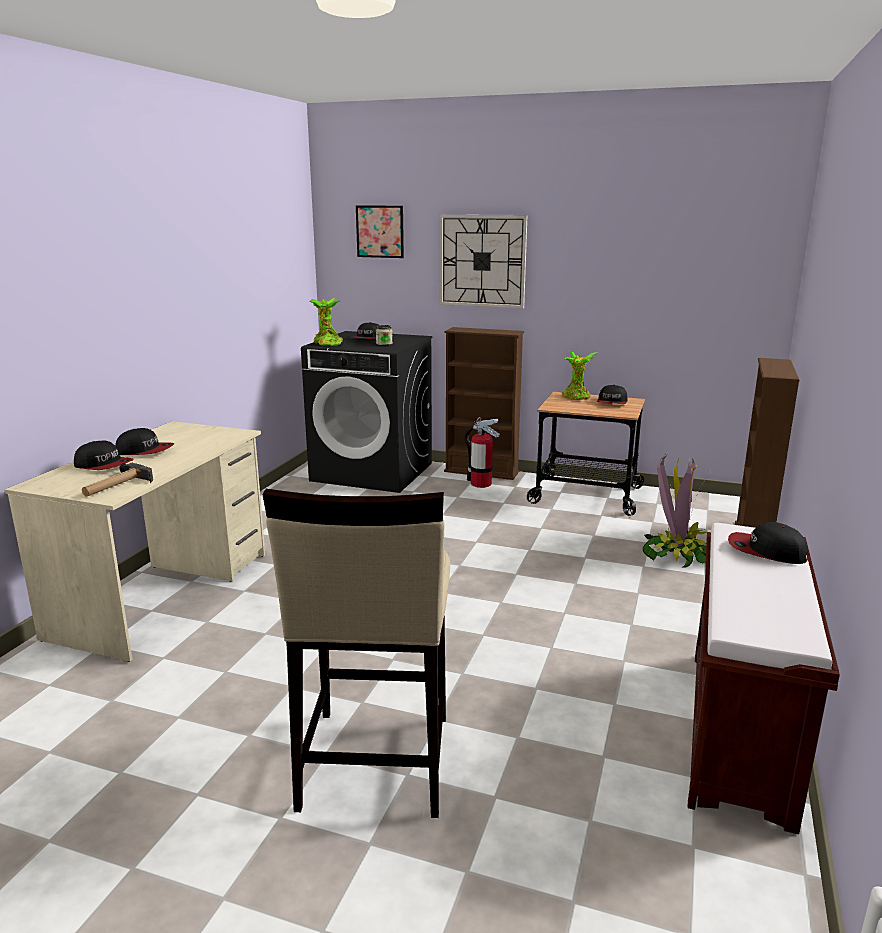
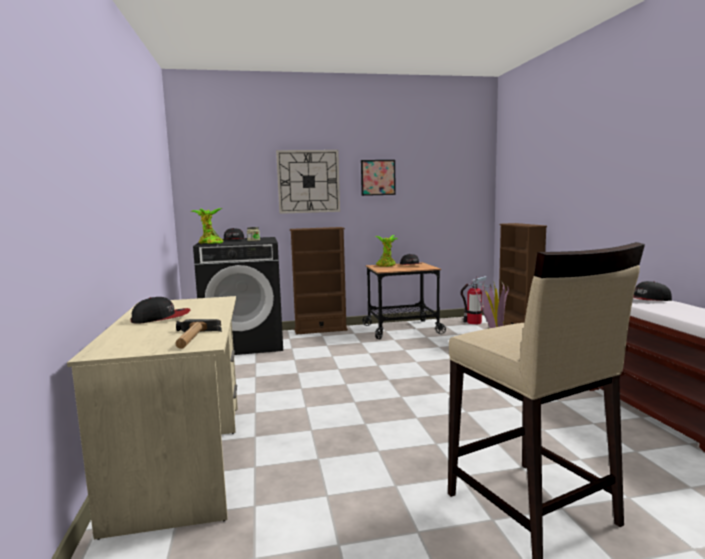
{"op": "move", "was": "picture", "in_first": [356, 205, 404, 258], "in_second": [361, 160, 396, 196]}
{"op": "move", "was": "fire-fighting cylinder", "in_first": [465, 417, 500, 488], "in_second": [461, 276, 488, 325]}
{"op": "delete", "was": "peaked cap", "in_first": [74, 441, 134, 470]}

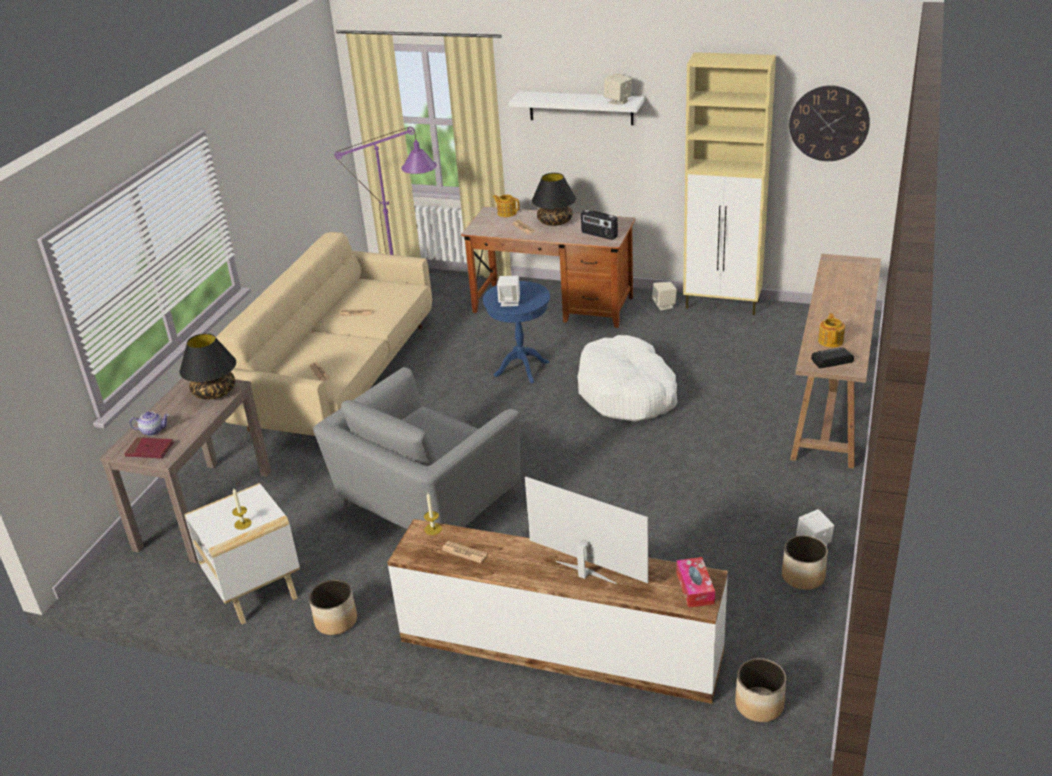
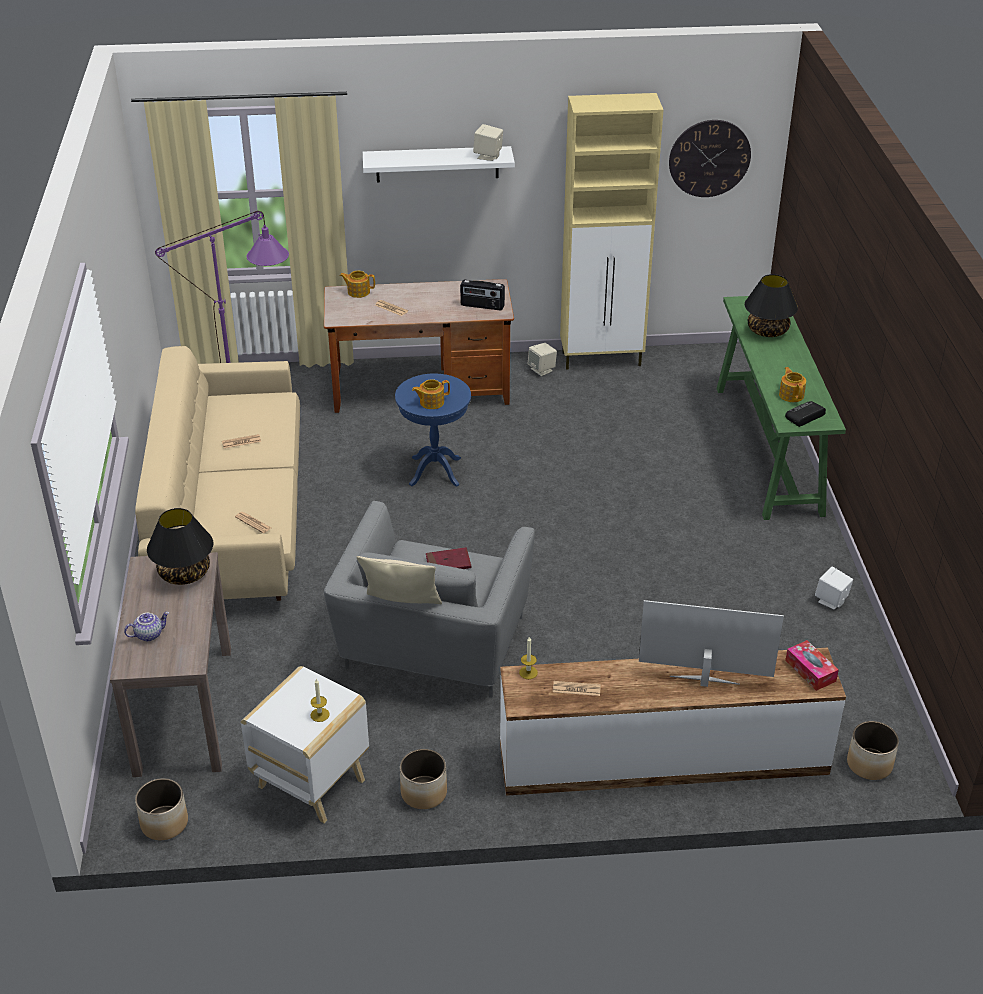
{"op": "move", "was": "table lamp/blackish", "in_first": [532, 173, 576, 226], "in_second": [744, 274, 798, 337]}
{"op": "recolor", "was": "narrow table/brown", "now": "narrow table/greenish", "in_first": [790, 254, 881, 469], "in_second": [717, 296, 846, 520]}
{"op": "replace", "was": "loudspeaker/whitish", "now": "teapot", "in_first": [497, 276, 520, 307], "in_second": [412, 379, 450, 409]}
{"op": "delete", "was": "dog cushion/whitish", "in_first": [577, 335, 677, 422]}
{"op": "move", "was": "volume/red-coloured", "in_first": [125, 437, 174, 458], "in_second": [426, 547, 471, 569]}
{"op": "move", "was": "plant pot", "in_first": [782, 535, 828, 590], "in_second": [135, 778, 188, 840]}
{"op": "insert", "now": "cushion/beige-coloured", "in_second": [357, 556, 442, 604]}

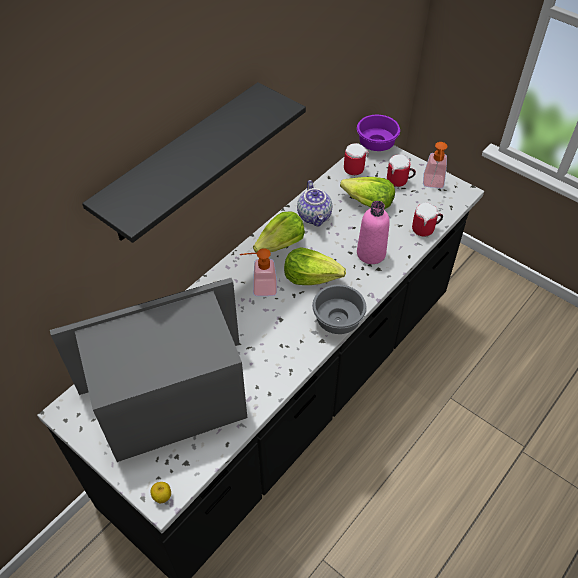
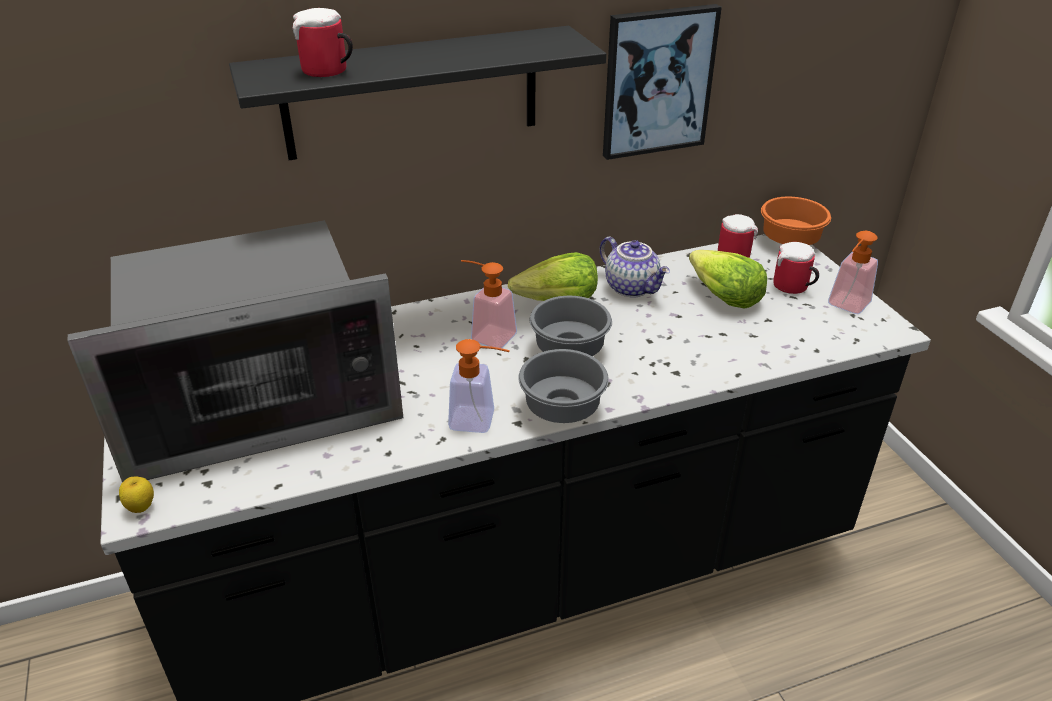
{"op": "recolor", "was": "serving bowl/purplish", "now": "serving bowl/orangey", "in_first": [357, 115, 400, 151], "in_second": [761, 197, 831, 245]}
{"op": "rotate", "was": "teapot", "in_first": [297, 180, 332, 226], "in_second": [600, 236, 670, 297], "clockwise": -60}
{"op": "delete", "was": "drink bottle/pink", "in_first": [357, 201, 390, 264]}
{"op": "move", "was": "coffee mug", "in_first": [412, 202, 443, 236], "in_second": [293, 8, 353, 77]}
{"op": "replace", "was": "lettuce", "now": "serving bowl/grey", "in_first": [284, 247, 346, 285], "in_second": [530, 296, 612, 356]}
{"op": "rotate", "was": "microwave oven", "in_first": [50, 278, 247, 462], "in_second": [67, 220, 403, 482], "clockwise": 150}
{"op": "insert", "now": "picture", "in_second": [603, 4, 722, 160]}
{"op": "insert", "now": "soap bottle", "in_second": [448, 339, 510, 433]}

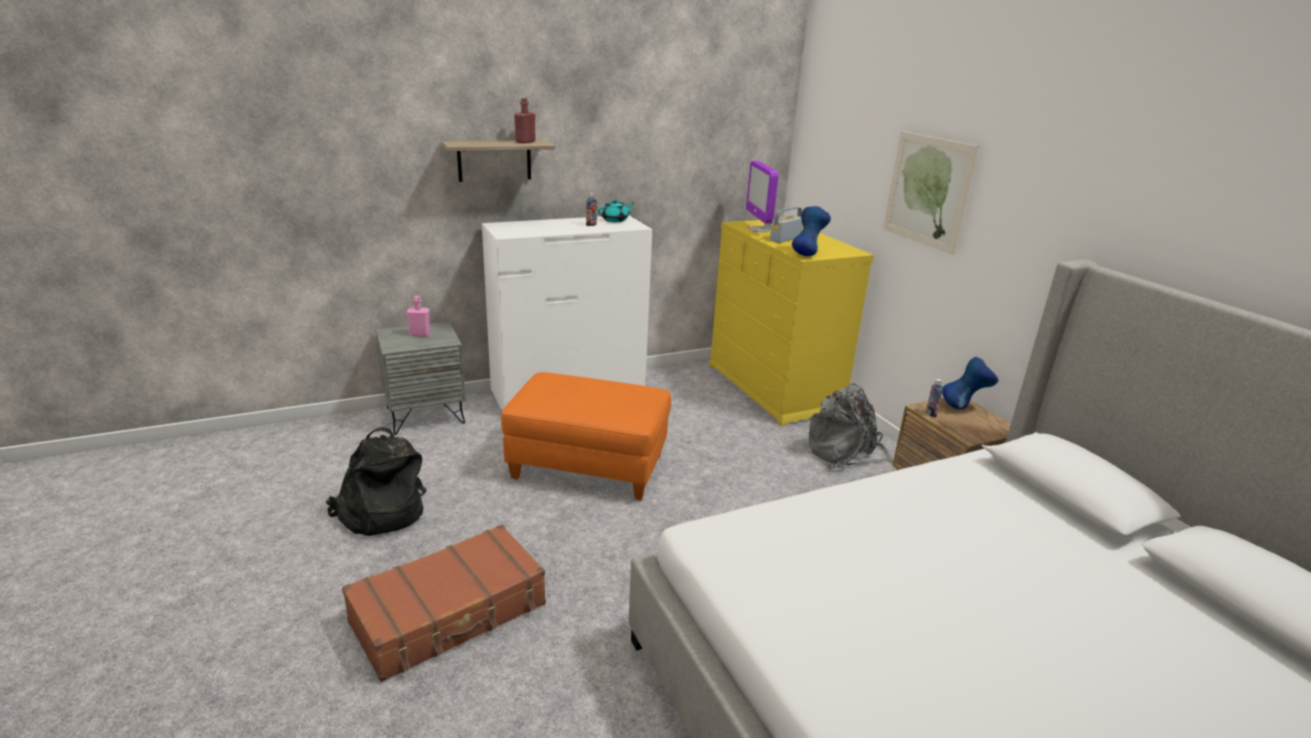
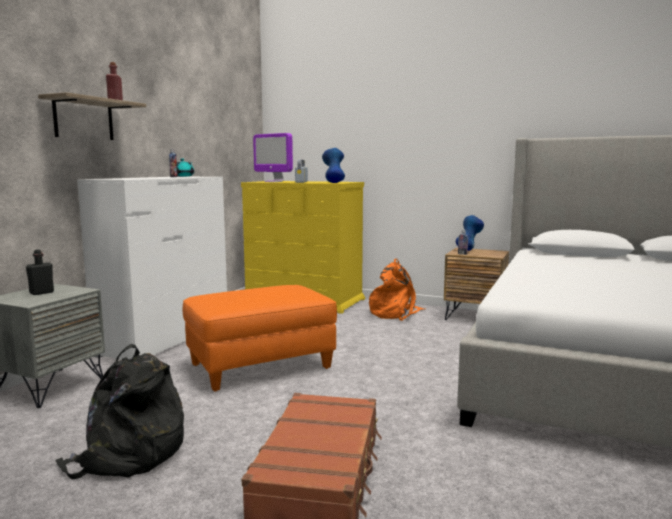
{"op": "delete", "was": "picture", "in_first": [883, 131, 979, 255]}
{"op": "recolor", "was": "drink bottle/pink", "now": "drink bottle/blackish", "in_first": [407, 296, 431, 337], "in_second": [26, 249, 54, 295]}
{"op": "recolor", "was": "rucksack/grey", "now": "rucksack/orangey", "in_first": [809, 383, 894, 469], "in_second": [369, 258, 425, 321]}

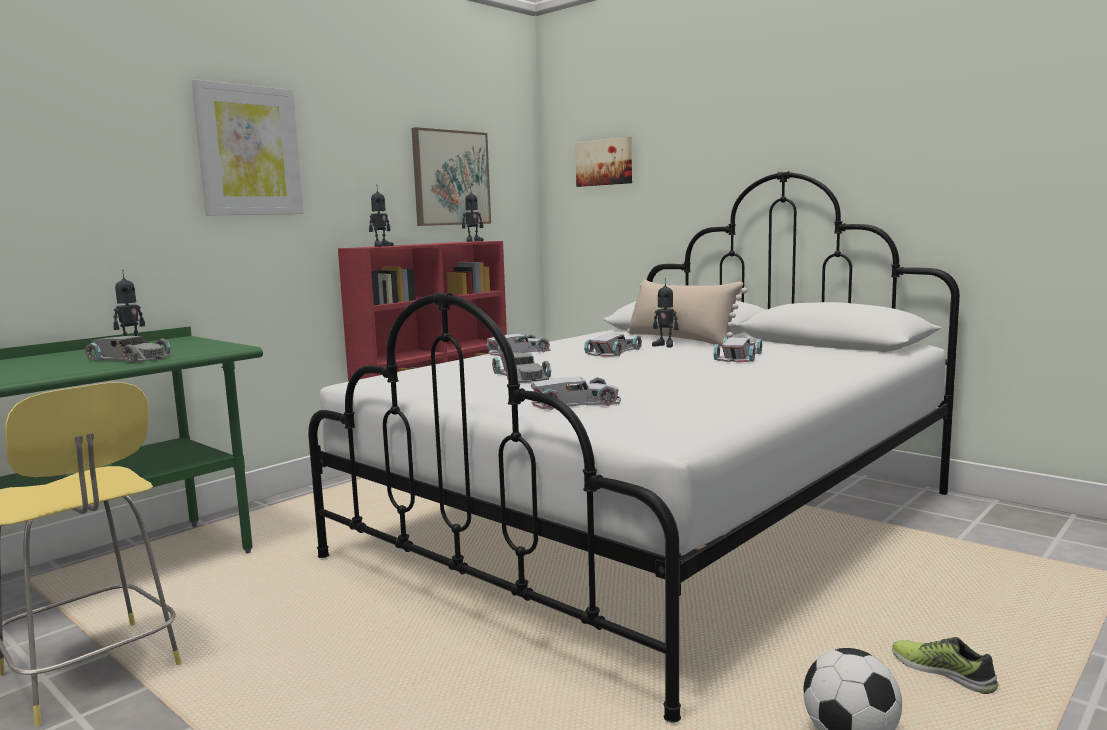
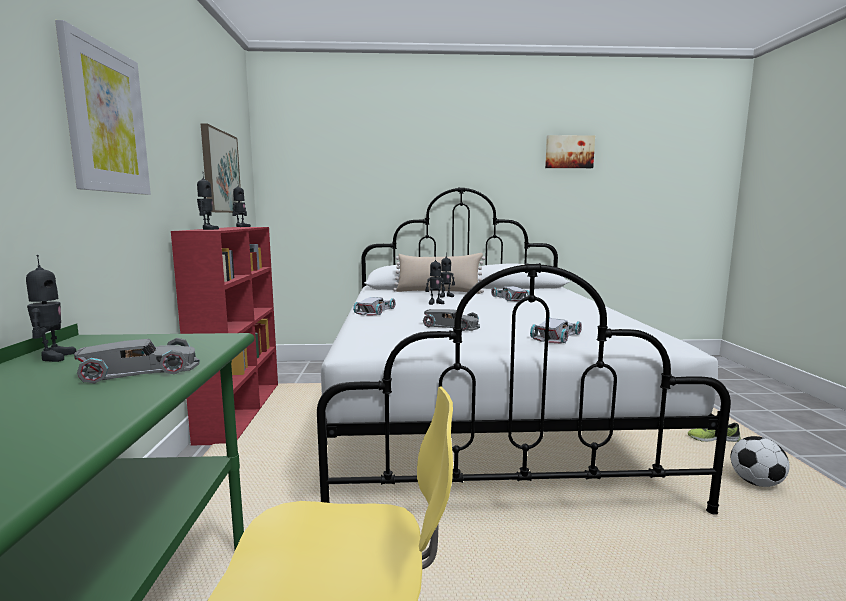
{"op": "move", "was": "picture", "in_first": [575, 137, 632, 187], "in_second": [545, 135, 595, 168]}
{"op": "replace", "was": "toy car/whitish", "now": "robot figure", "in_first": [584, 333, 642, 357], "in_second": [426, 255, 445, 305]}

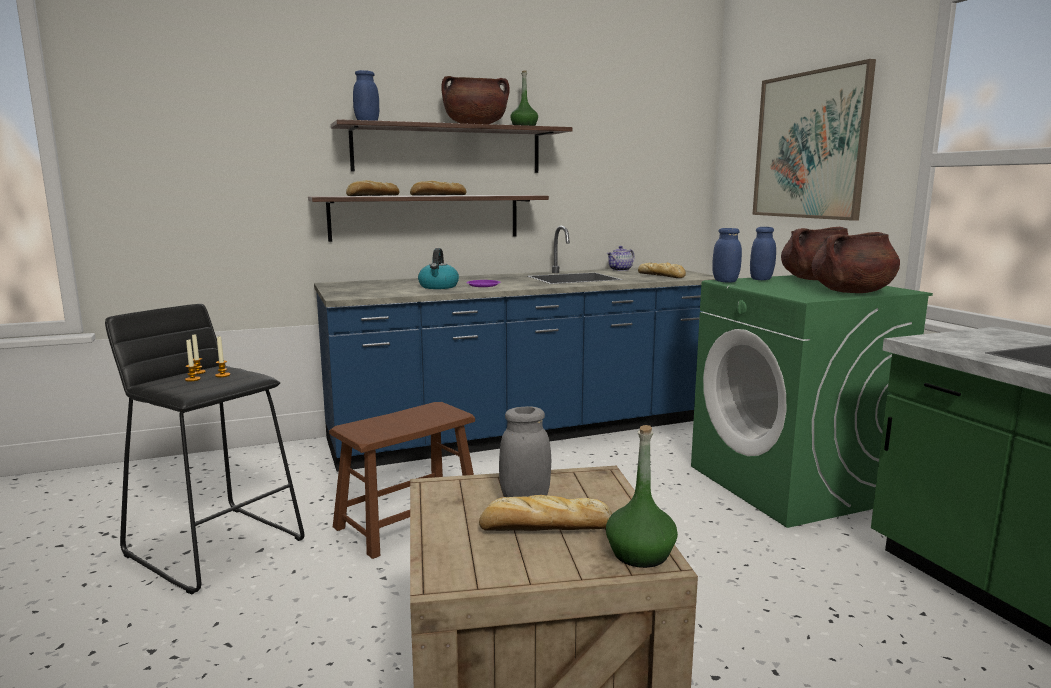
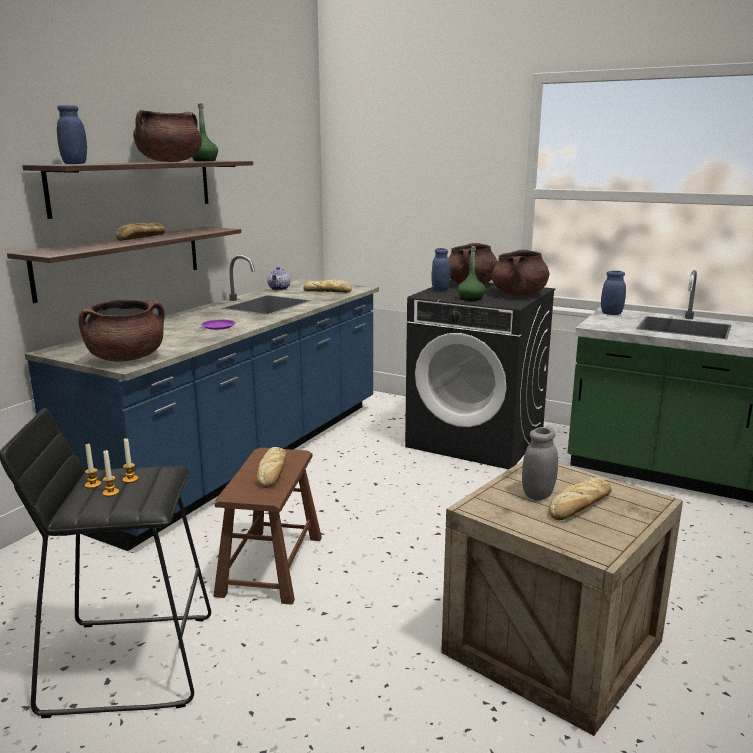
{"op": "delete", "was": "picture", "in_first": [752, 59, 876, 221]}
{"op": "move", "was": "bakery bread", "in_first": [346, 180, 399, 196], "in_second": [257, 447, 287, 488]}
{"op": "move", "was": "storage jar/bluish", "in_first": [712, 228, 742, 283], "in_second": [601, 271, 626, 315]}
{"op": "delete", "was": "tea kettle", "in_first": [418, 248, 459, 289]}
{"op": "recolor", "was": "washing machine/greenish", "now": "washing machine/blackish", "in_first": [691, 275, 933, 528], "in_second": [405, 280, 555, 469]}
{"op": "move", "was": "drink bottle/greenish", "in_first": [606, 425, 678, 568], "in_second": [458, 246, 485, 301]}
{"op": "insert", "now": "saucepot/brown", "in_second": [78, 300, 165, 362]}

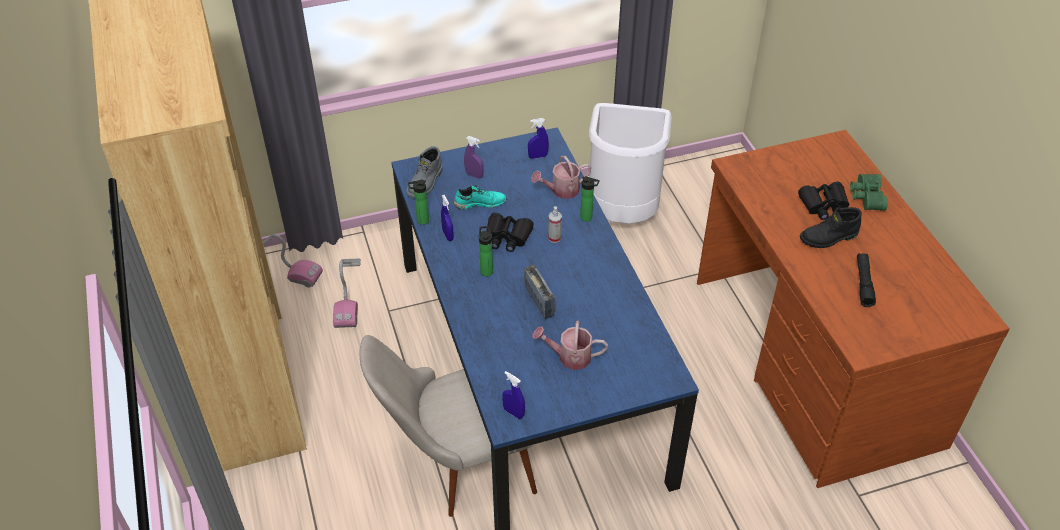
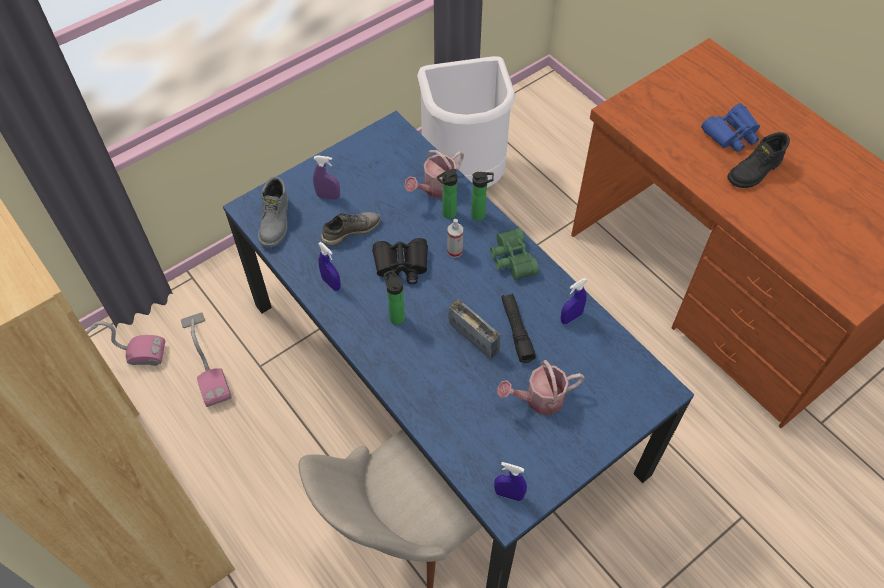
{"op": "move", "was": "spray bottle/bluish", "in_first": [528, 118, 549, 159], "in_second": [560, 278, 587, 324]}
{"op": "move", "was": "field glasses/greenish", "in_first": [850, 174, 888, 210], "in_second": [490, 228, 539, 280]}
{"op": "move", "was": "drink bottle", "in_first": [408, 180, 429, 225], "in_second": [437, 169, 457, 219]}
{"op": "recolor", "was": "field glasses/blackish", "now": "field glasses/bluish", "in_first": [798, 182, 849, 220], "in_second": [701, 103, 760, 152]}
{"op": "recolor", "was": "shoe/turquoise", "now": "shoe/grey", "in_first": [454, 185, 507, 210], "in_second": [321, 212, 381, 246]}
{"op": "move", "was": "torch/blackish", "in_first": [857, 253, 876, 307], "in_second": [501, 293, 536, 363]}

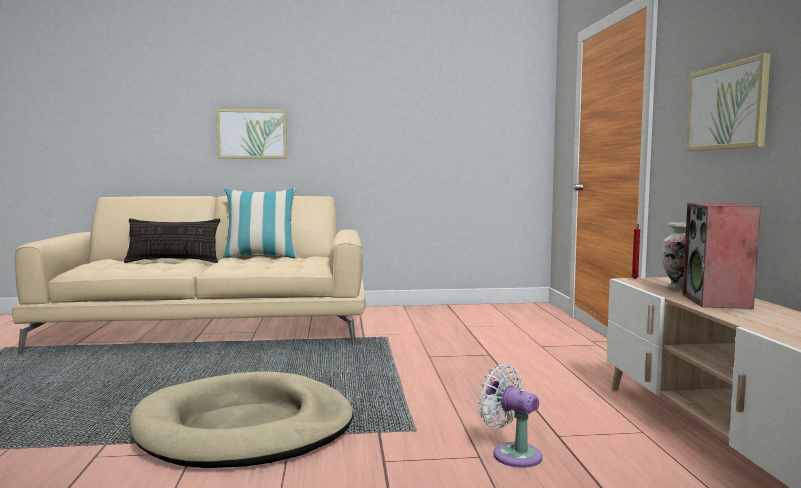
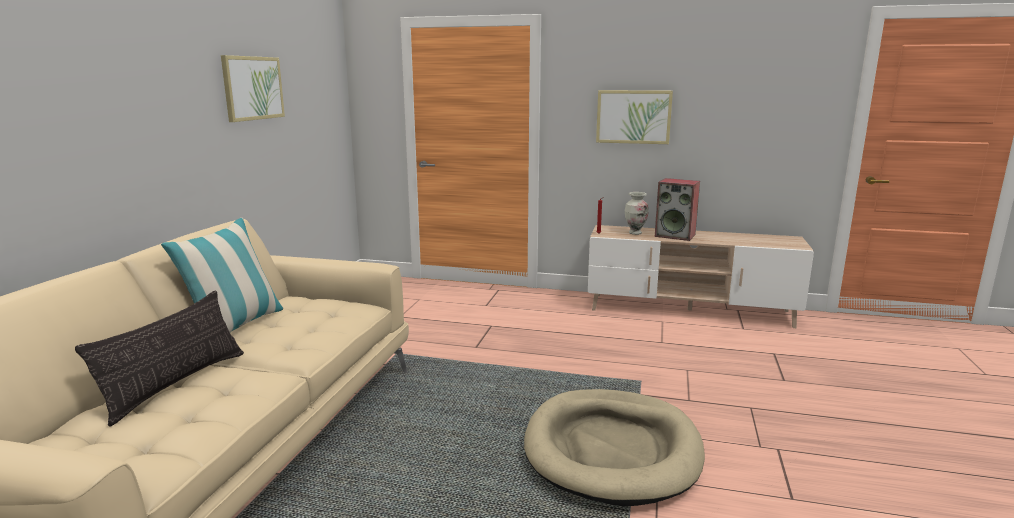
{"op": "move", "was": "picture", "in_first": [216, 109, 287, 159], "in_second": [221, 55, 285, 122]}
{"op": "delete", "was": "electric fan/whitish", "in_first": [478, 364, 542, 468]}

